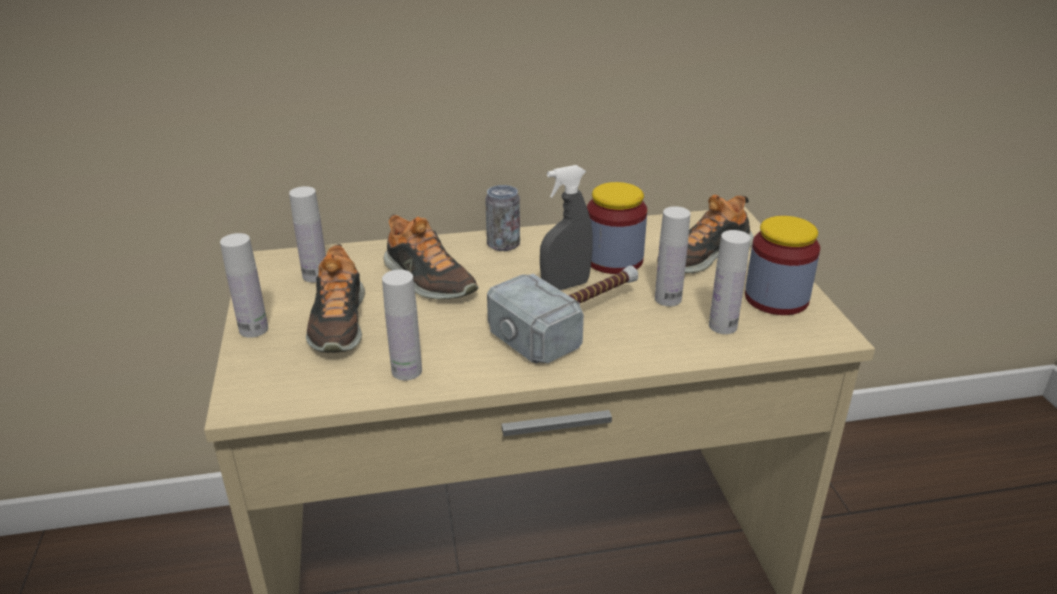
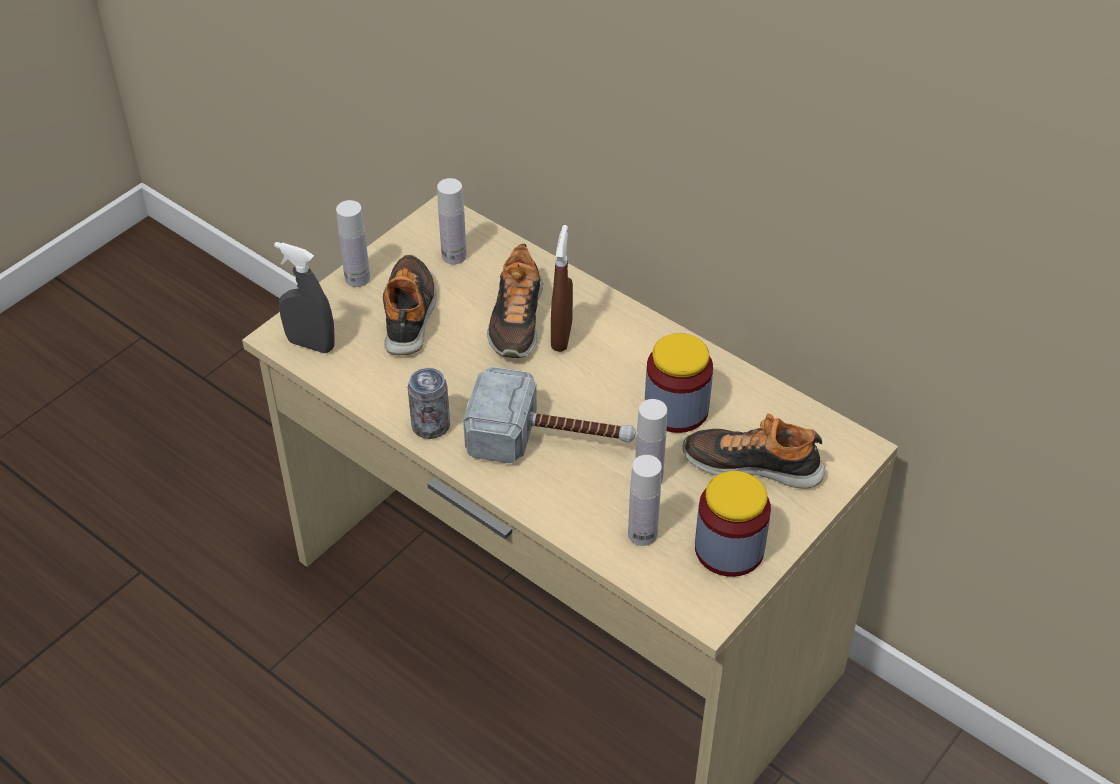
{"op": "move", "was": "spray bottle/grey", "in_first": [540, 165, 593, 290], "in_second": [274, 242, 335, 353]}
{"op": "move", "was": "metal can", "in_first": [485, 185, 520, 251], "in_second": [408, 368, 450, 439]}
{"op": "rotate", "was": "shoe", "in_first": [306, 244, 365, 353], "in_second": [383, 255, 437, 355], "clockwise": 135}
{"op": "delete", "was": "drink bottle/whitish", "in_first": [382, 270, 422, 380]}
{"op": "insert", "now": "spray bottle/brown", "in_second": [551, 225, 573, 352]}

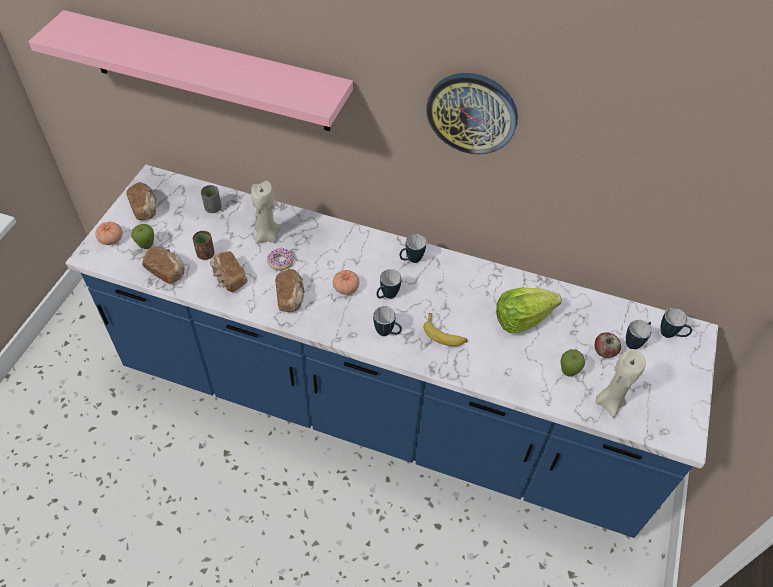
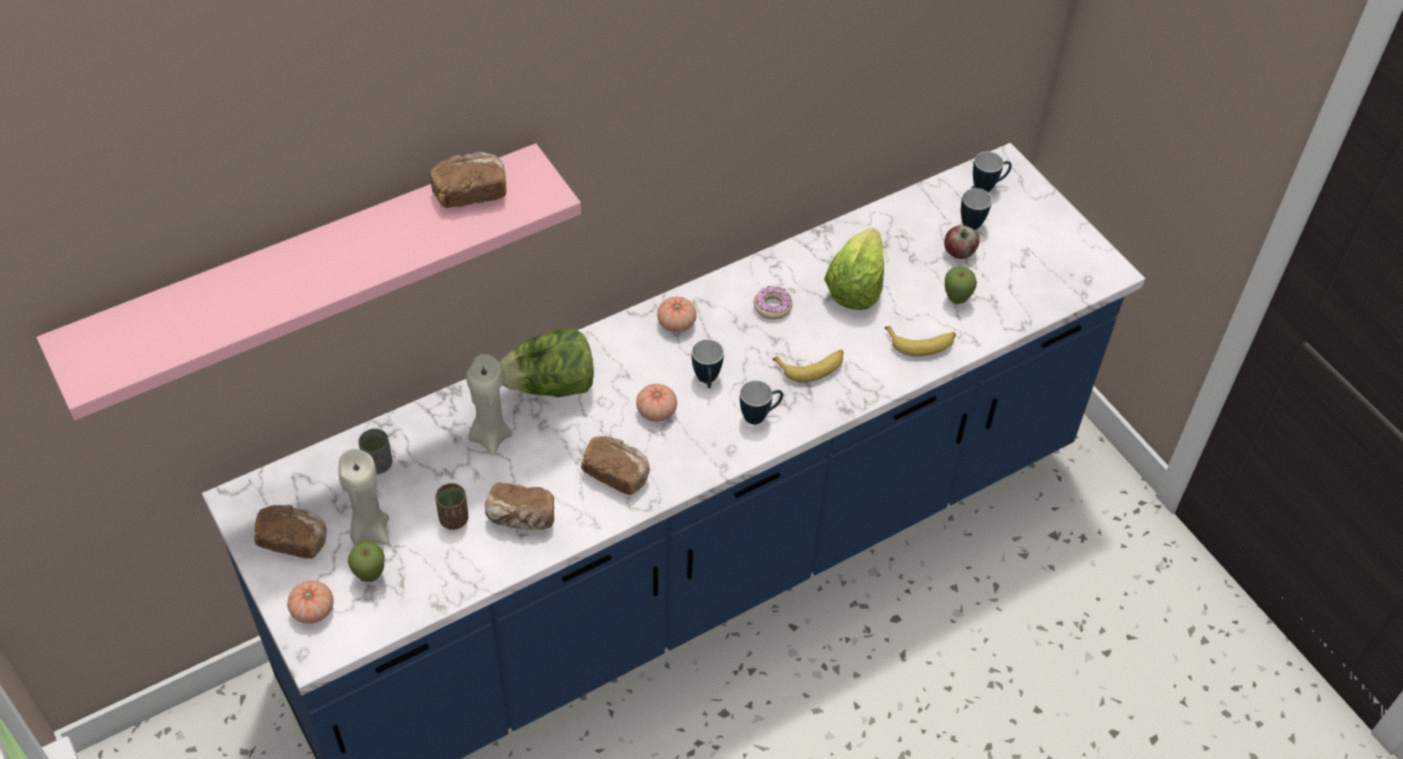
{"op": "delete", "was": "clock on the wall", "in_first": [426, 73, 518, 154]}
{"op": "replace", "was": "coffee mug", "now": "tomato", "in_first": [399, 234, 426, 263], "in_second": [657, 297, 697, 333]}
{"op": "move", "was": "bakery bread", "in_first": [142, 247, 185, 284], "in_second": [429, 152, 506, 208]}
{"op": "move", "was": "ring doughnut", "in_first": [267, 248, 294, 271], "in_second": [754, 286, 793, 320]}
{"op": "move", "was": "wax candle/beige-coloured", "in_first": [596, 349, 646, 418], "in_second": [339, 449, 389, 545]}
{"op": "insert", "now": "banana fruit", "in_second": [885, 326, 956, 356]}
{"op": "insert", "now": "lettuce", "in_second": [499, 328, 594, 397]}

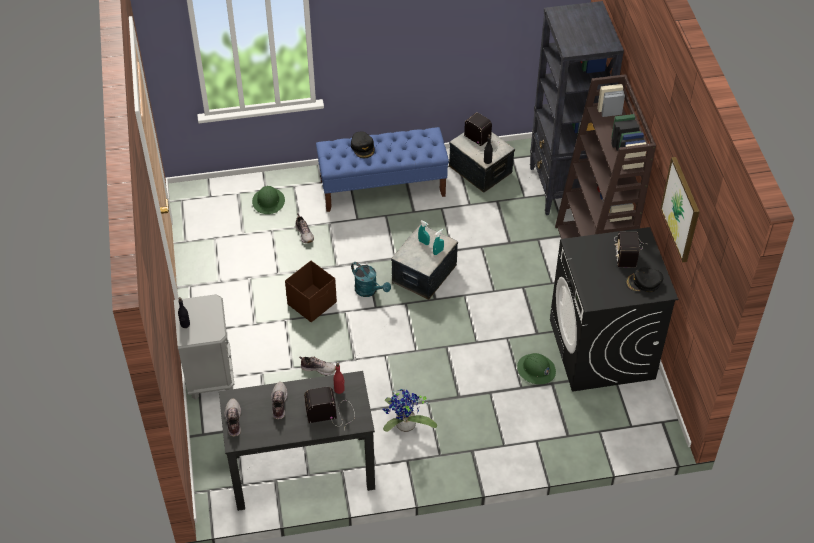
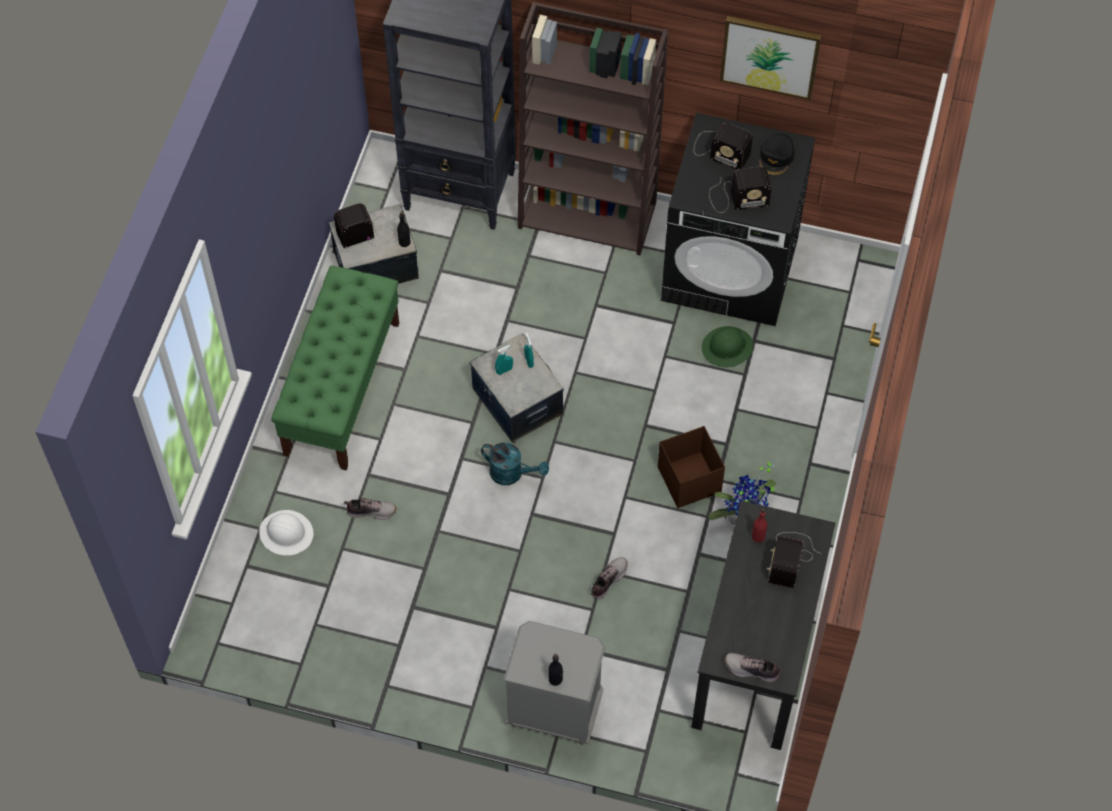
{"op": "recolor", "was": "long seat/bluish", "now": "long seat/greenish", "in_first": [316, 127, 449, 212], "in_second": [271, 266, 399, 471]}
{"op": "delete", "was": "peaked cap/blackish", "in_first": [351, 132, 375, 158]}
{"op": "recolor", "was": "hard hat/greenish", "now": "hard hat/whitish", "in_first": [252, 186, 285, 214], "in_second": [259, 510, 314, 555]}
{"op": "move", "was": "storage container/brown", "in_first": [285, 261, 337, 322], "in_second": [658, 426, 725, 508]}
{"op": "rotate", "was": "sprinkling can/turquoise", "in_first": [351, 262, 391, 297], "in_second": [481, 442, 549, 485], "clockwise": 45}
{"op": "delete", "was": "shoe", "in_first": [271, 382, 288, 419]}
{"op": "insert", "now": "radio", "in_second": [709, 167, 772, 213]}

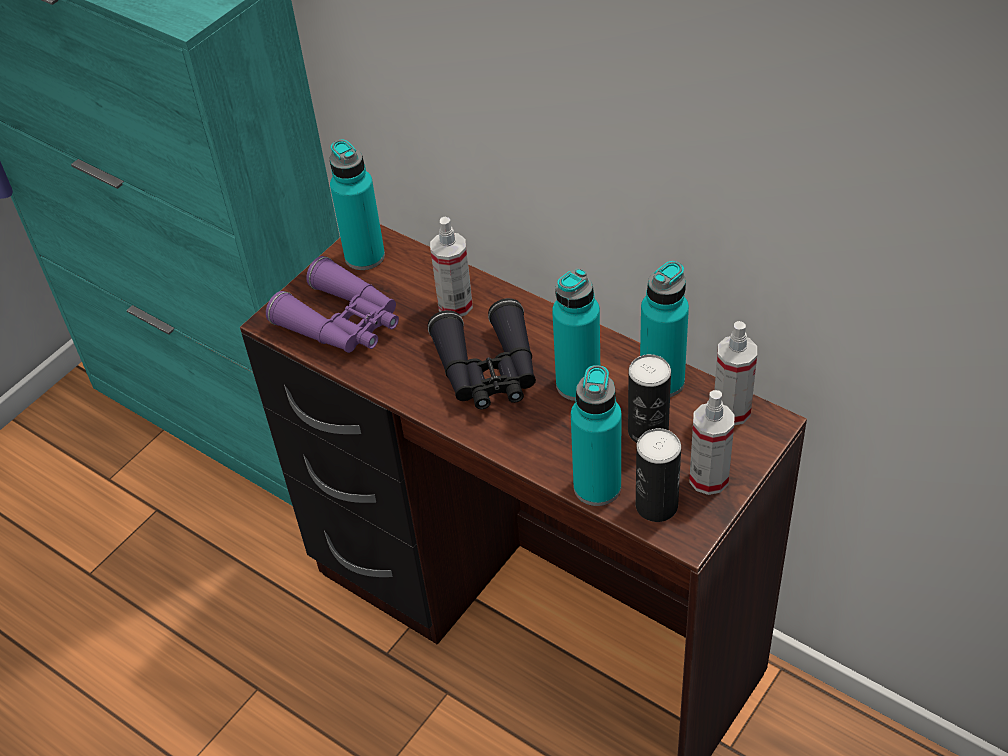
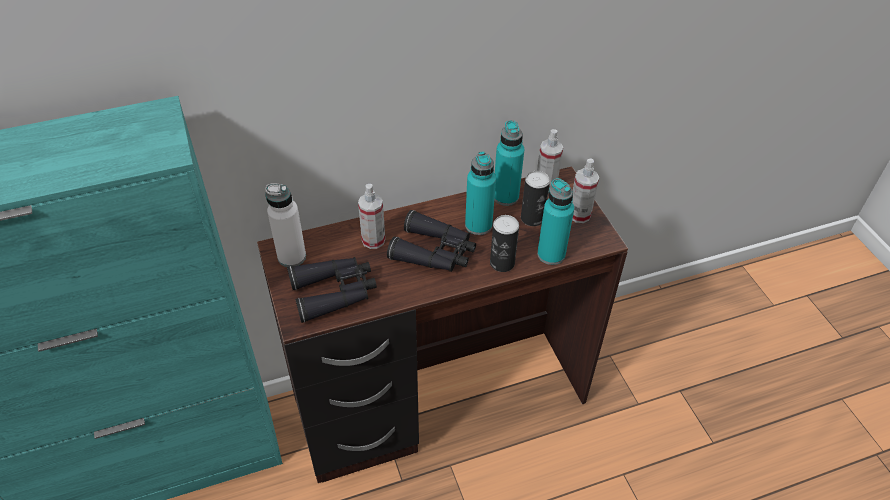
{"op": "recolor", "was": "drink bottle/turquoise", "now": "drink bottle/whitish", "in_first": [329, 139, 385, 270], "in_second": [265, 184, 306, 267]}
{"op": "recolor", "was": "field glasses/purplish", "now": "field glasses/blackish", "in_first": [266, 256, 399, 353], "in_second": [287, 257, 377, 323]}
{"op": "move", "was": "metal can", "in_first": [636, 428, 681, 522], "in_second": [490, 215, 519, 272]}

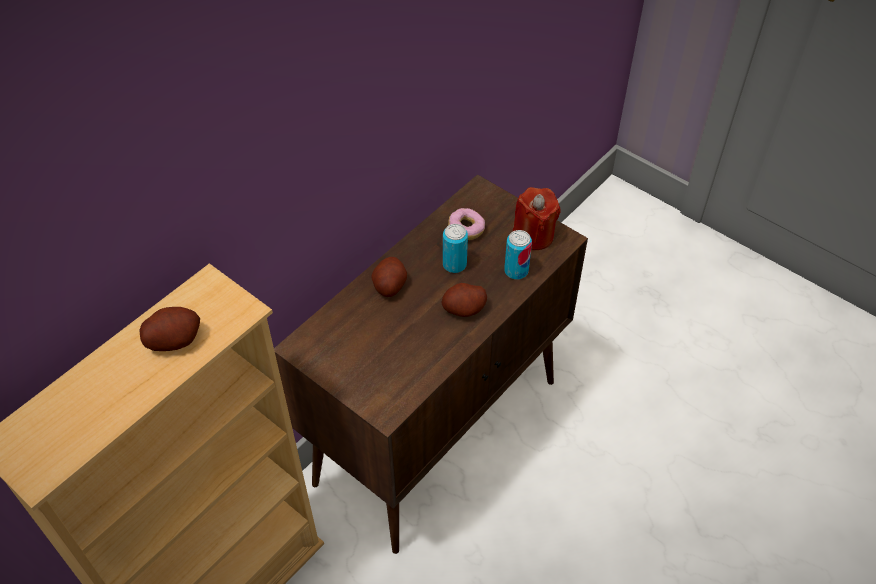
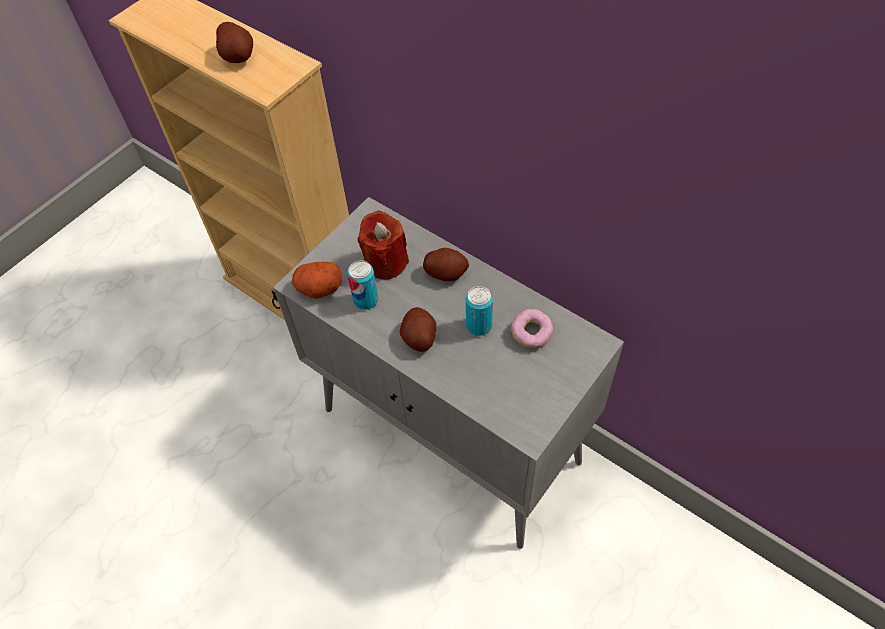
{"op": "recolor", "was": "cabinet/brown", "now": "cabinet/grey", "in_first": [274, 174, 588, 554], "in_second": [273, 197, 624, 549]}
{"op": "move", "was": "wax candle/red-coloured", "in_first": [513, 187, 560, 250], "in_second": [357, 211, 409, 279]}
{"op": "move", "was": "metal can", "in_first": [504, 230, 532, 280], "in_second": [347, 260, 378, 310]}
{"op": "insert", "now": "whole potato", "in_second": [292, 262, 342, 299]}

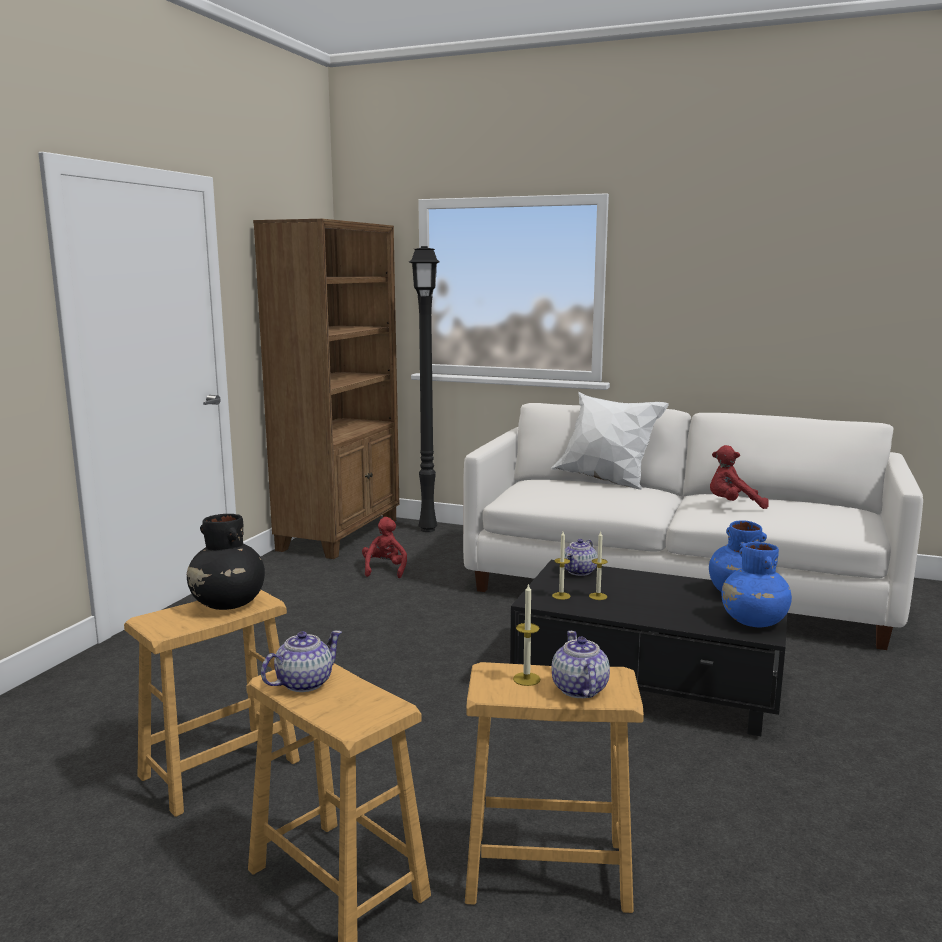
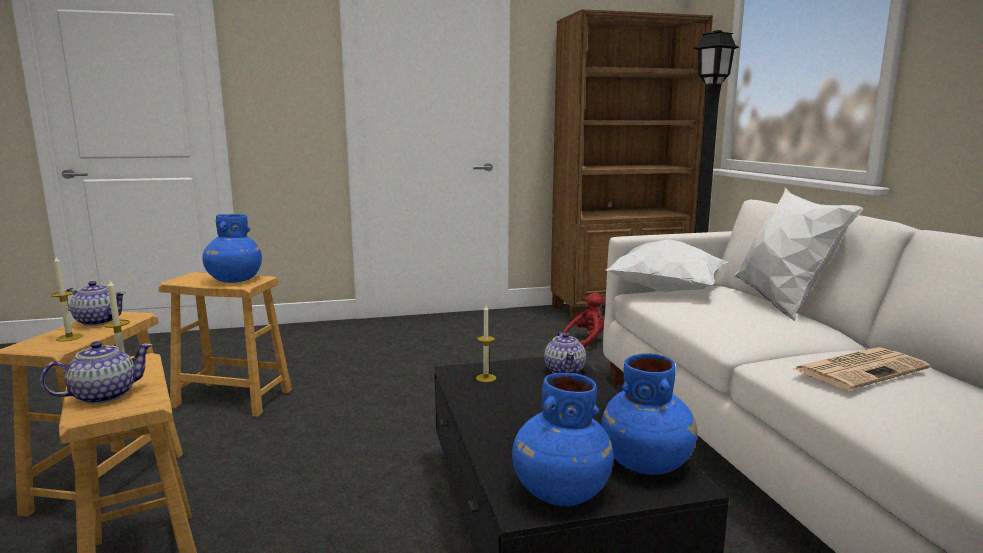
{"op": "replace", "was": "soft toy/red-coloured", "now": "printed paper", "in_first": [710, 445, 769, 509], "in_second": [793, 347, 930, 390]}
{"op": "recolor", "was": "decorative vase/blackish", "now": "decorative vase/bluish", "in_first": [187, 514, 265, 610], "in_second": [202, 214, 262, 283]}
{"op": "move", "was": "wax candle", "in_first": [589, 532, 607, 600], "in_second": [50, 256, 83, 342]}
{"op": "rotate", "was": "teapot", "in_first": [564, 539, 598, 576], "in_second": [544, 332, 586, 374], "clockwise": -90}
{"op": "insert", "now": "cushion/whitish", "in_second": [606, 239, 728, 292]}

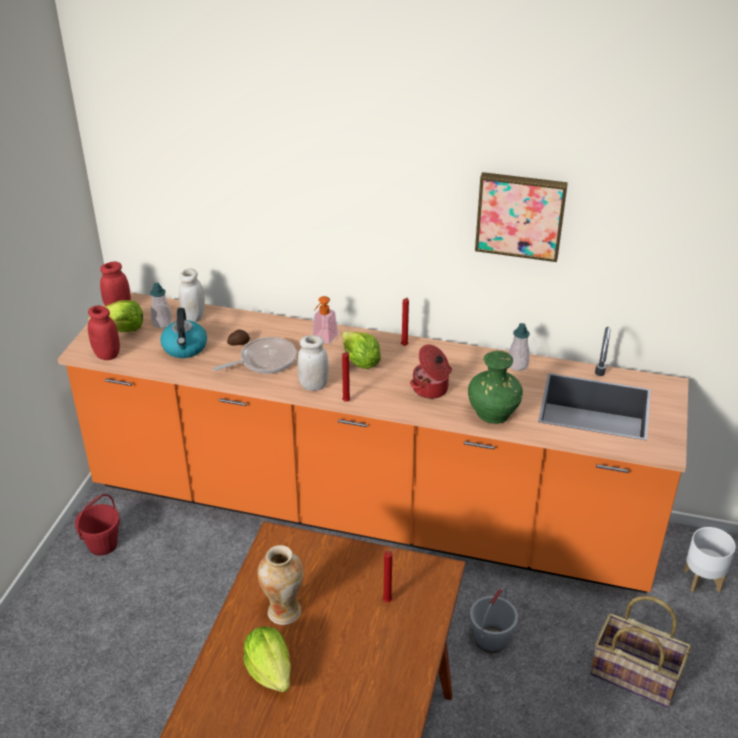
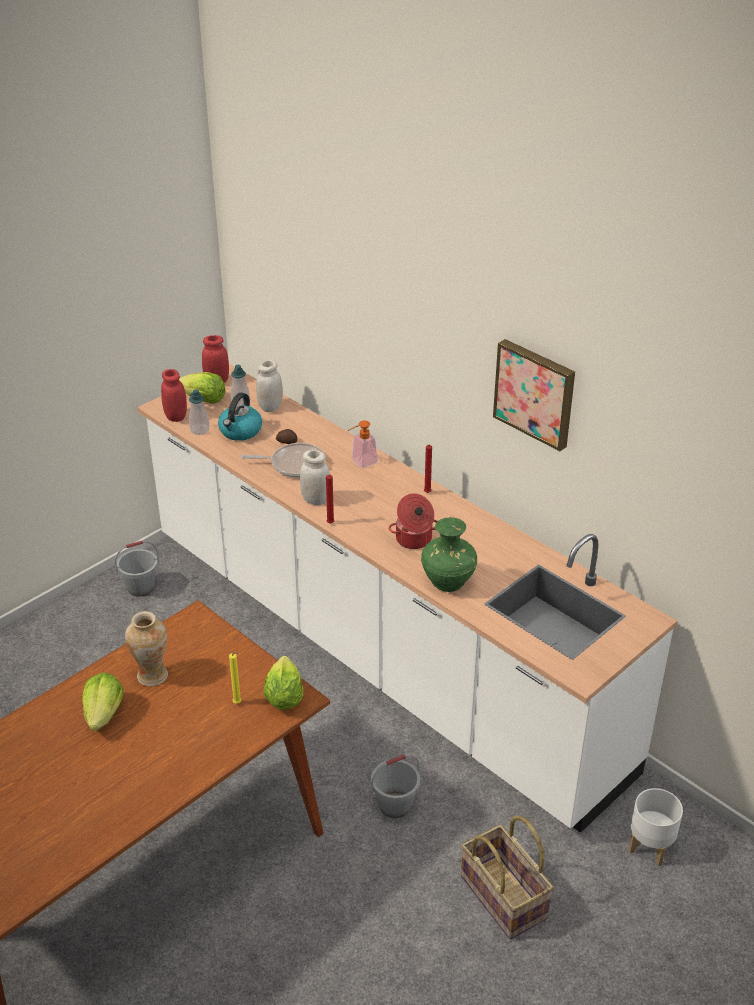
{"op": "recolor", "was": "kitchen base unit/orangey", "now": "kitchen base unit/whitish", "in_first": [58, 292, 688, 593], "in_second": [137, 364, 677, 833]}
{"op": "move", "was": "soap bottle", "in_first": [509, 323, 530, 371], "in_second": [189, 389, 210, 435]}
{"op": "move", "was": "lettuce", "in_first": [342, 331, 381, 369], "in_second": [263, 656, 303, 710]}
{"op": "recolor", "was": "pail/red-coloured", "now": "pail/grey", "in_first": [75, 494, 120, 556], "in_second": [114, 541, 159, 597]}
{"op": "recolor", "was": "wax candle/red-coloured", "now": "wax candle/yellow", "in_first": [383, 548, 397, 602], "in_second": [229, 652, 242, 704]}

